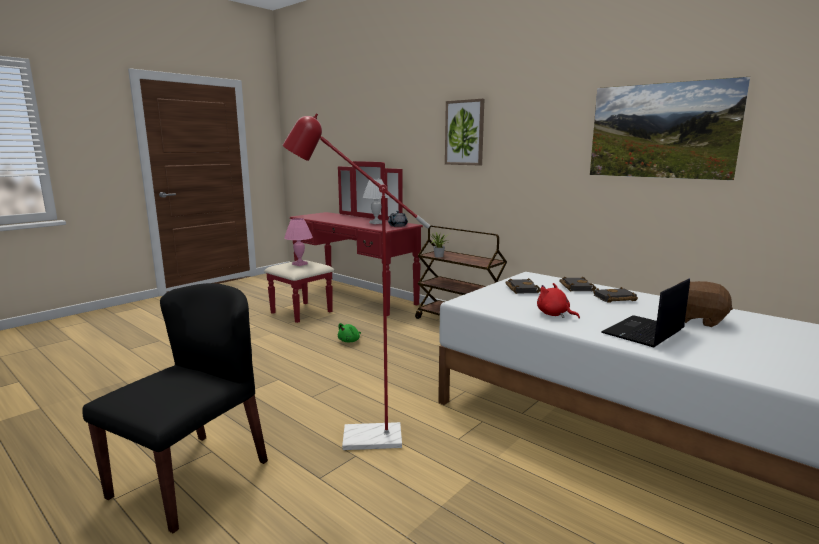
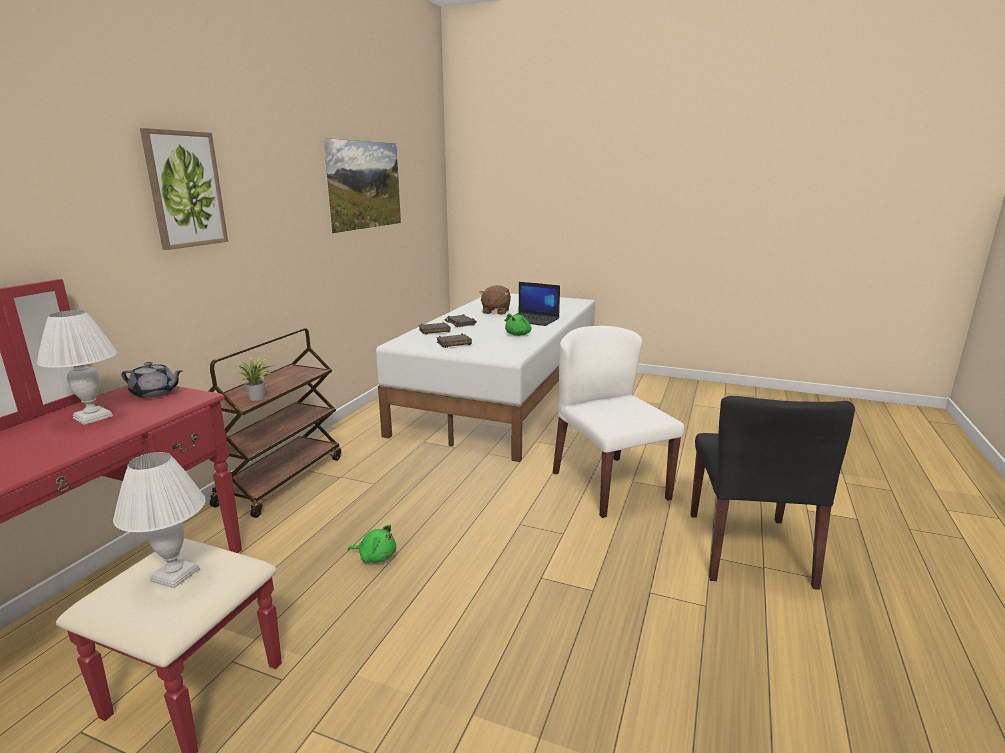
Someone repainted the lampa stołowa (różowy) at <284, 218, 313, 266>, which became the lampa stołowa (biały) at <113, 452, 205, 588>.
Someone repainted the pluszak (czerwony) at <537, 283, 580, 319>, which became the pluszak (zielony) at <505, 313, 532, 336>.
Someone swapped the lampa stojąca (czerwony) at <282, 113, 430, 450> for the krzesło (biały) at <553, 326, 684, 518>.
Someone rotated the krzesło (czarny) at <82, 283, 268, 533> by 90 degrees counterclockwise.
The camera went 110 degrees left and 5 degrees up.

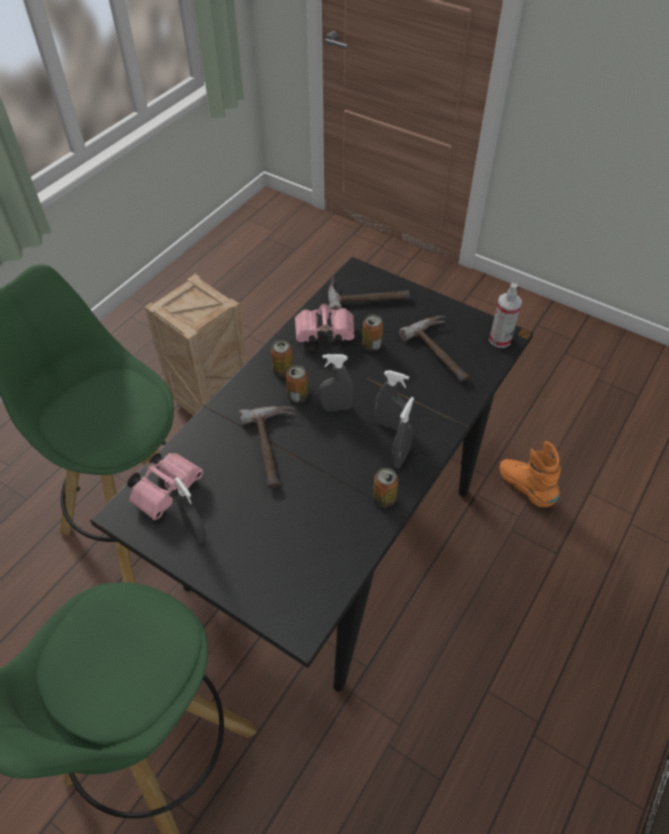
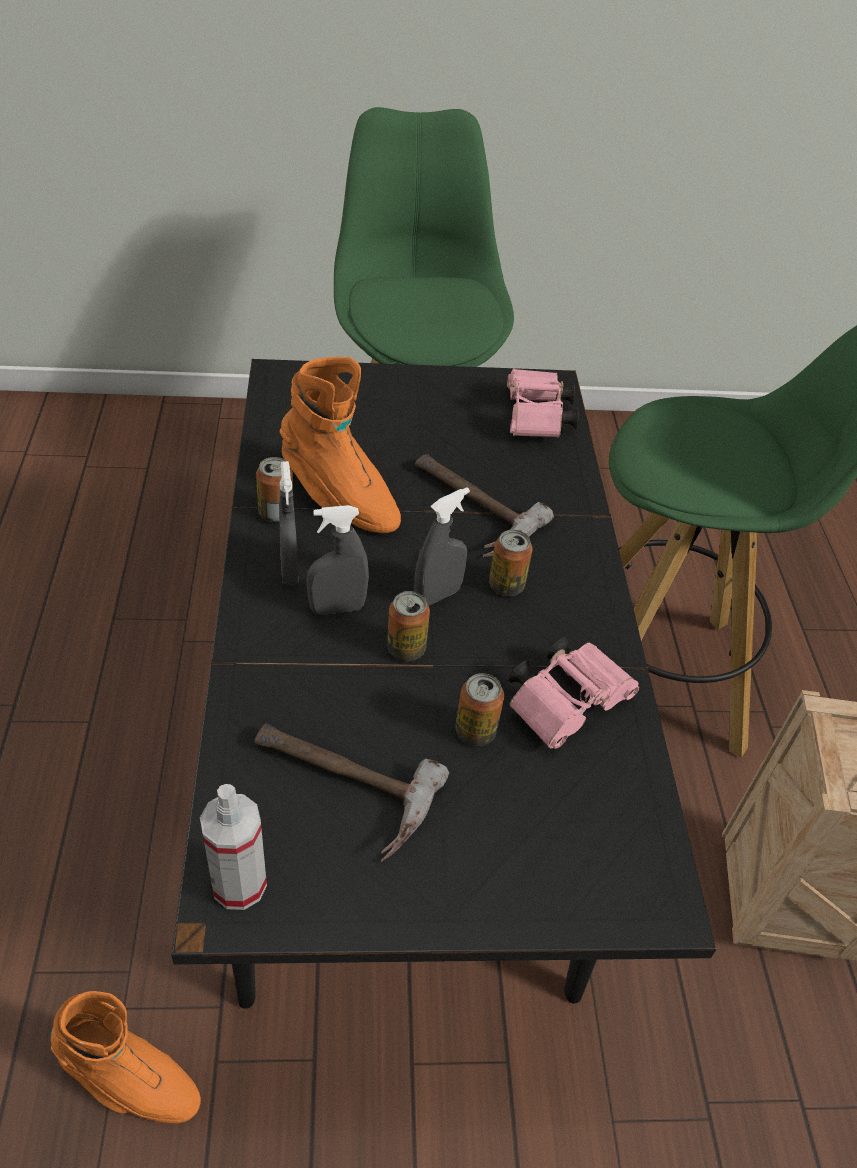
Someone put down the but z cholewką (pomarańczowy) at <280, 357, 401, 533>.
Someone carried the puszka from <271, 340, 293, 377> to <387, 591, 430, 661>.
Someone took away the spryskiwacz (szary) at <174, 477, 207, 543>.
Someone took away the młotek at <328, 276, 410, 314>.
The camera went 140 degrees right and 5 degrees down.

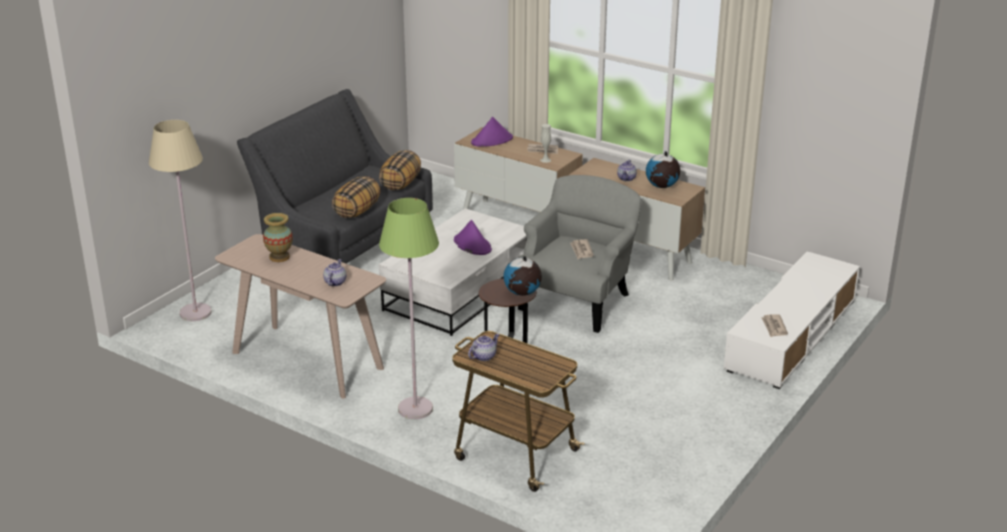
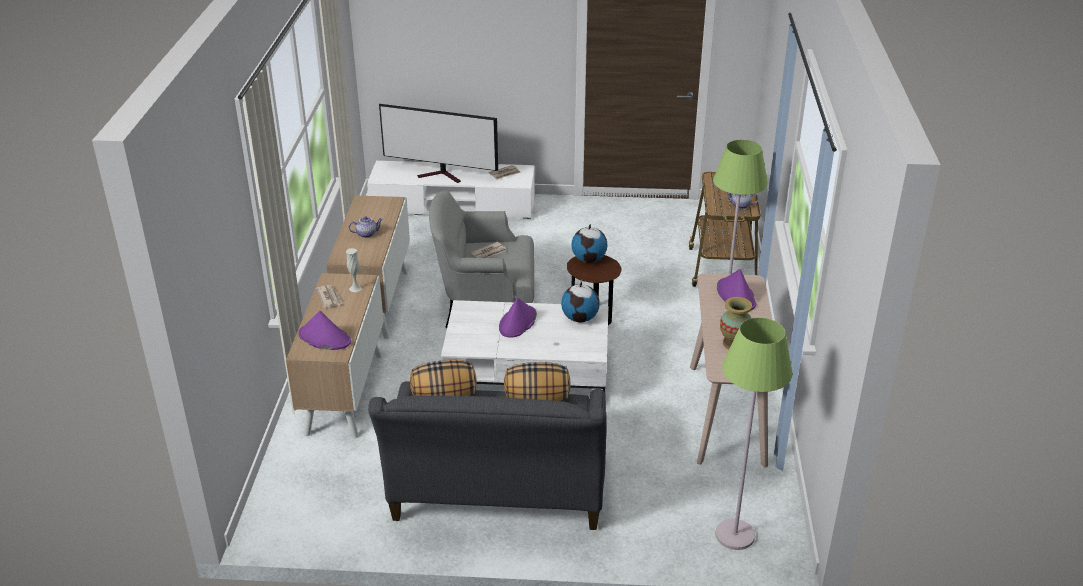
Someone put down the telewizor at <379, 104, 498, 183>.
Someone carried the globus from <646, 151, 680, 188> to <561, 282, 600, 322>.
Someone repainted the lampa stojąca (beżowy) at <149, 120, 212, 321>, which became the lampa stojąca (zielony) at <715, 318, 793, 550>.
Someone swapped the imbryk at <323, 259, 346, 286> for the kapelusz (fioletowy) at <717, 269, 756, 310>.
The camera went 120 degrees left and 5 degrees up.

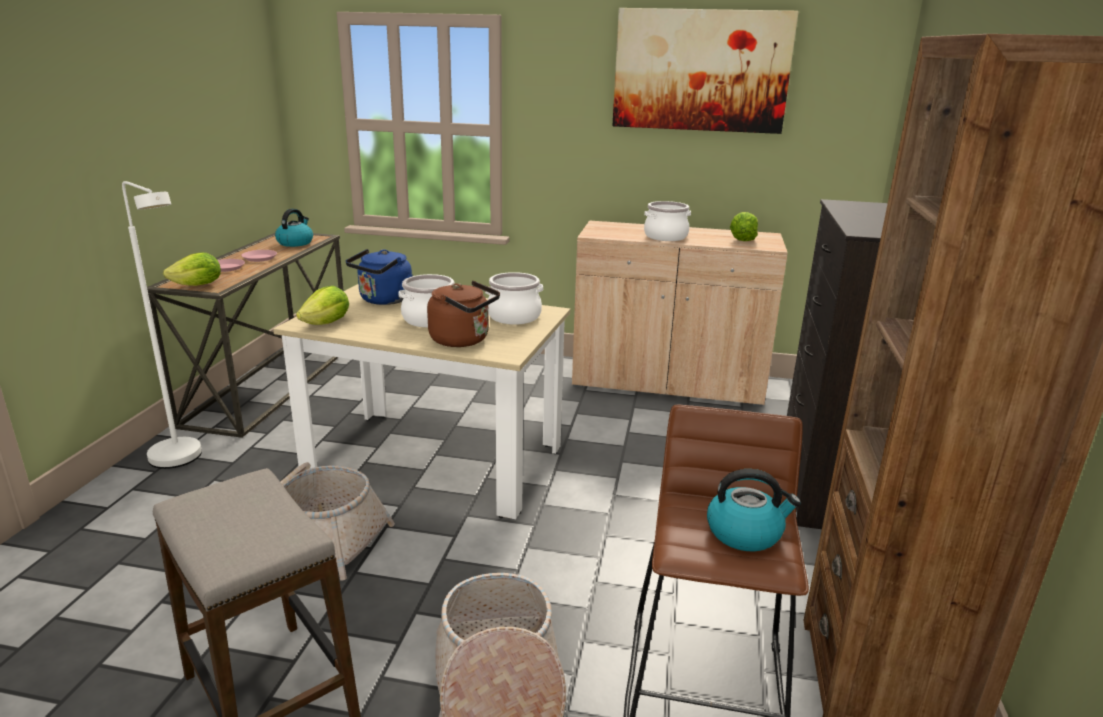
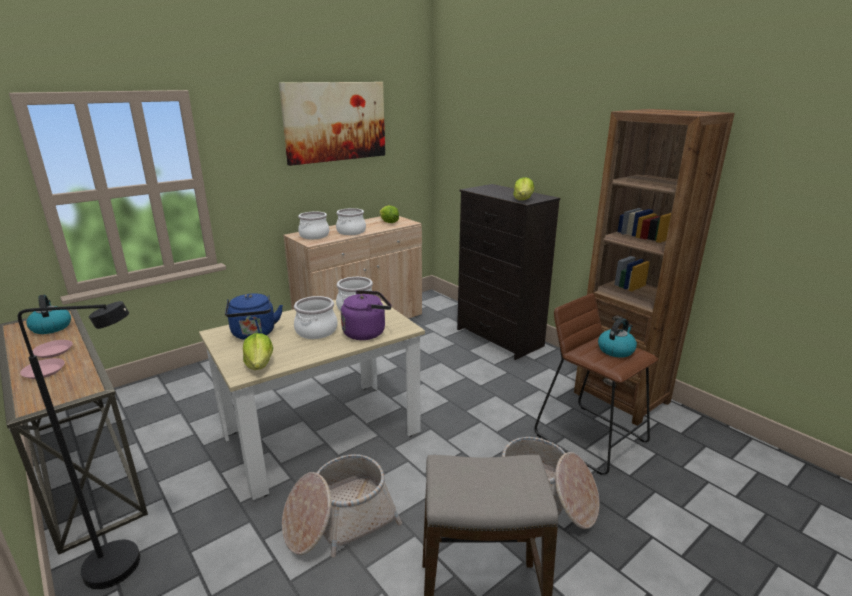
Someone repainted the lampa stojąca (biały) at <122, 181, 202, 469>, which became the lampa stojąca (czarny) at <18, 301, 140, 589>.
Someone put down the garnek at <298, 212, 329, 239>.
Someone repainted the czajnik (brązowy) at <427, 281, 500, 347>, which became the czajnik (fioletowy) at <341, 290, 392, 340>.
Someone carried the sałata from <163, 252, 221, 286> to <513, 177, 535, 200>.
The camera went 50 degrees left and 0 degrees up.

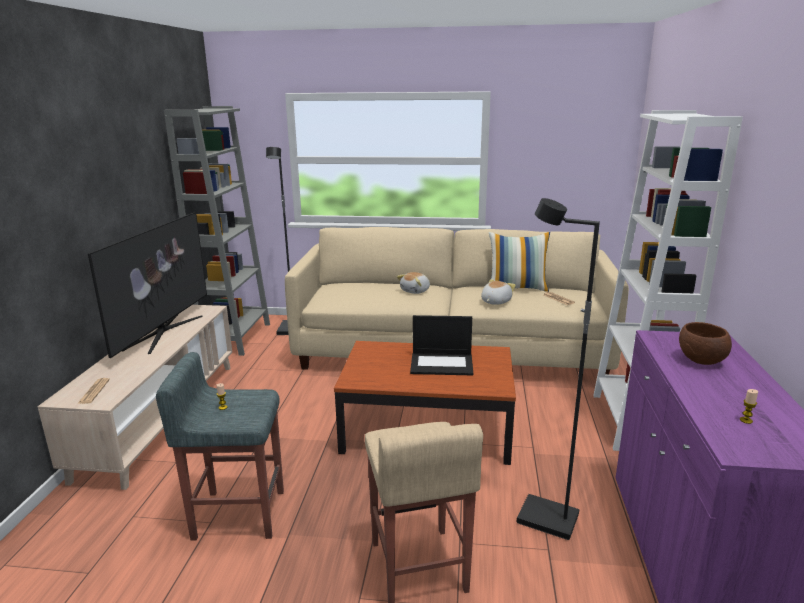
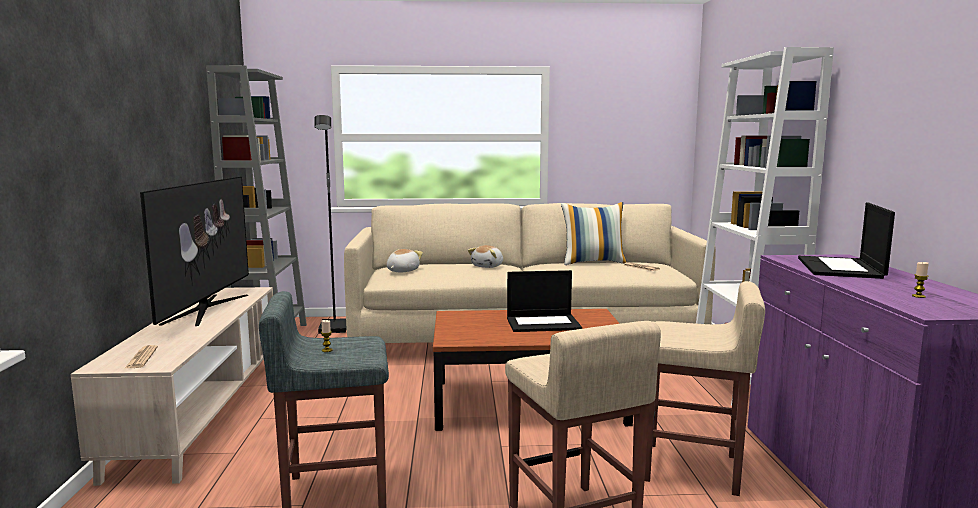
Someone carried the pluszak from <481, 279, 516, 305> to <387, 249, 423, 272>.
Someone swapped the lampa stojąca (czarny) at <517, 198, 600, 540> for the stołek (beżowy) at <645, 281, 765, 496>.
Someone swapped the miska (brązowy) at <679, 322, 732, 365> for the laptop at <798, 203, 895, 279>.
The camera went 10 degrees left and 10 degrees down.

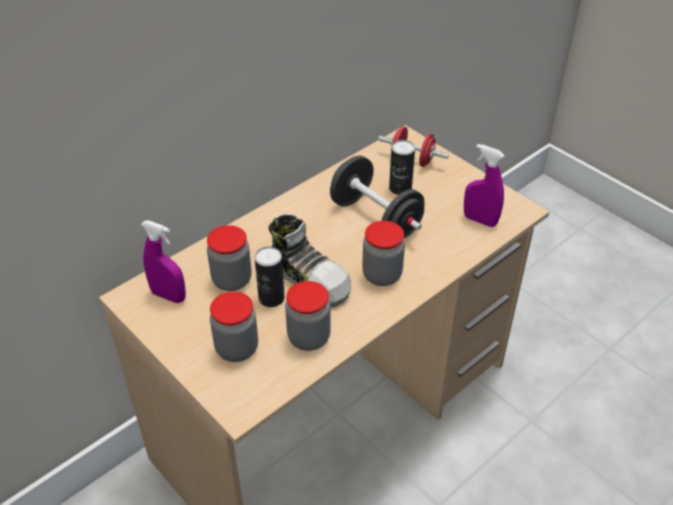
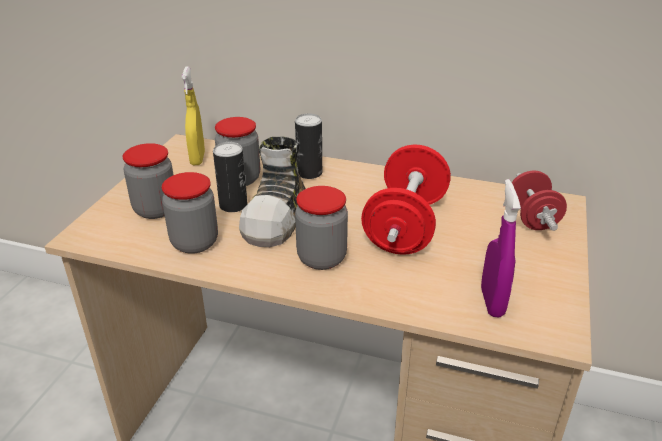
Someone repainted the spryskiwacz (fioletowy) at <141, 220, 186, 303>, which became the spryskiwacz (żółty) at <182, 67, 205, 165>.
Someone carried the puszka from <389, 140, 415, 195> to <295, 113, 322, 179>.
Someone repainted the hantel (czarny) at <330, 156, 425, 238>, which became the hantel (czerwony) at <361, 144, 451, 255>.
The camera went 60 degrees right and 10 degrees down.

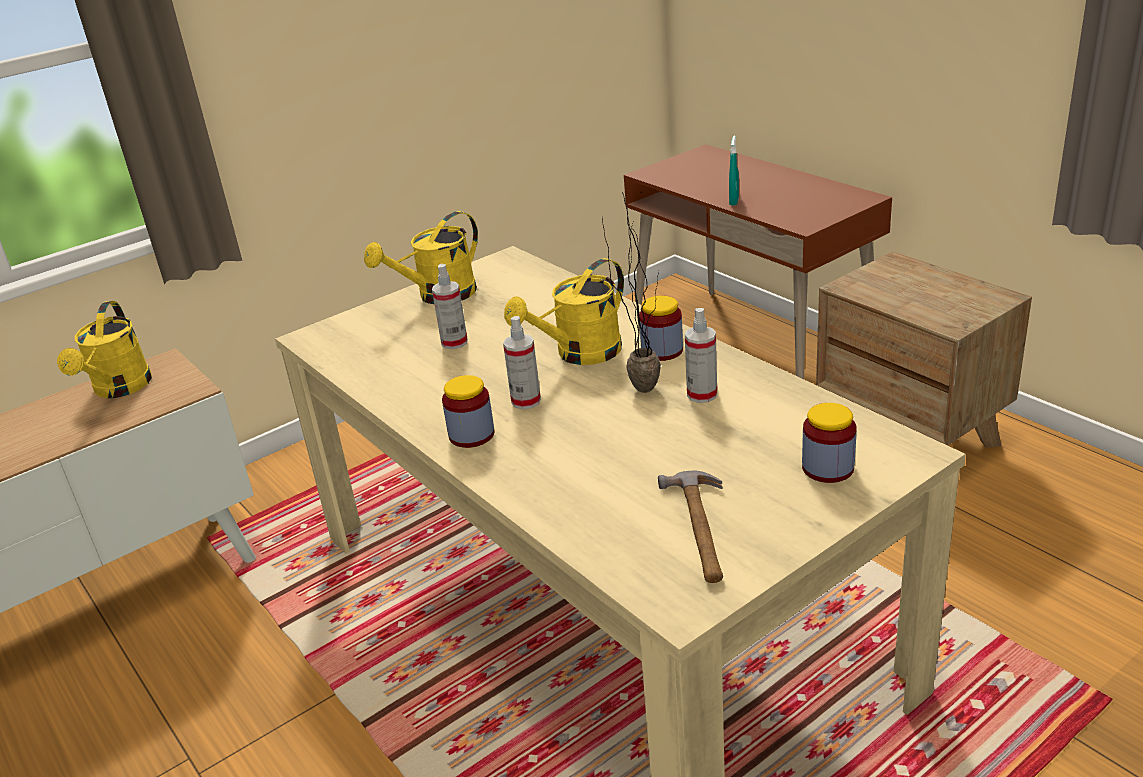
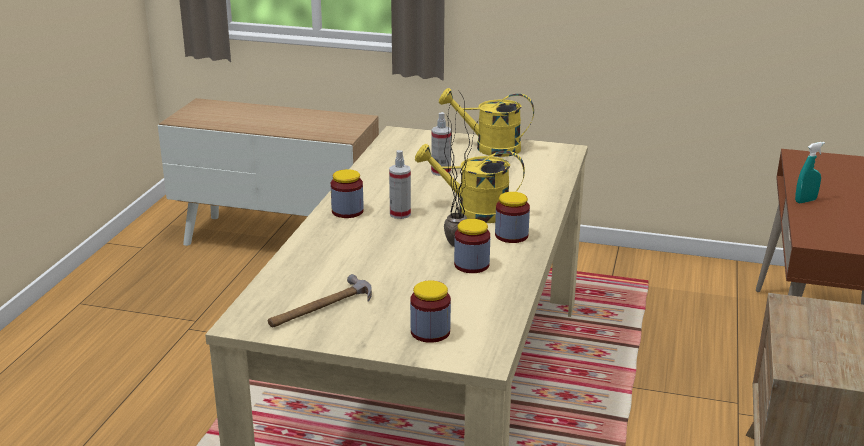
Someone swapped the spryskiwacz at <685, 308, 717, 403> for the słoik at <454, 219, 490, 273>.
Someone took away the konewka (żółty) at <57, 301, 152, 398>.
The camera went 50 degrees right and 5 degrees down.

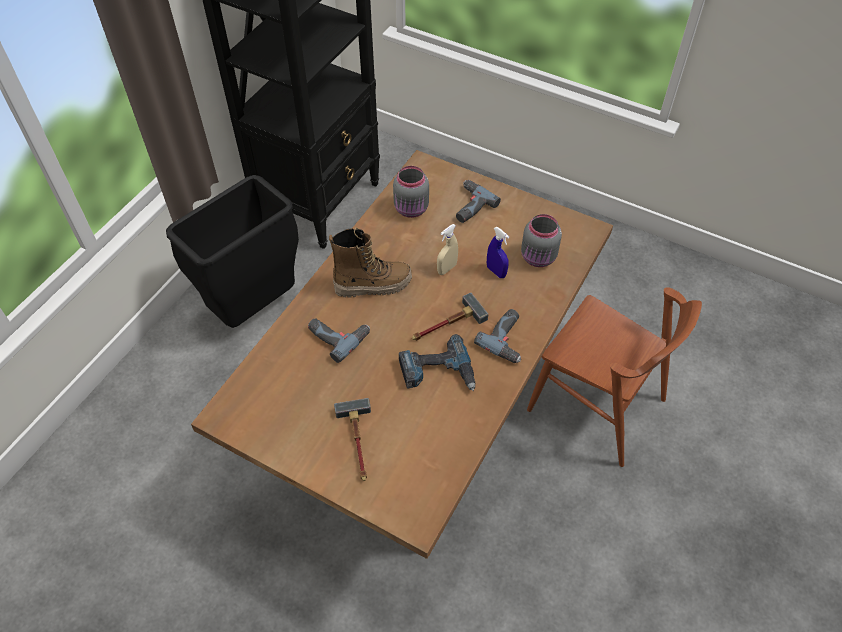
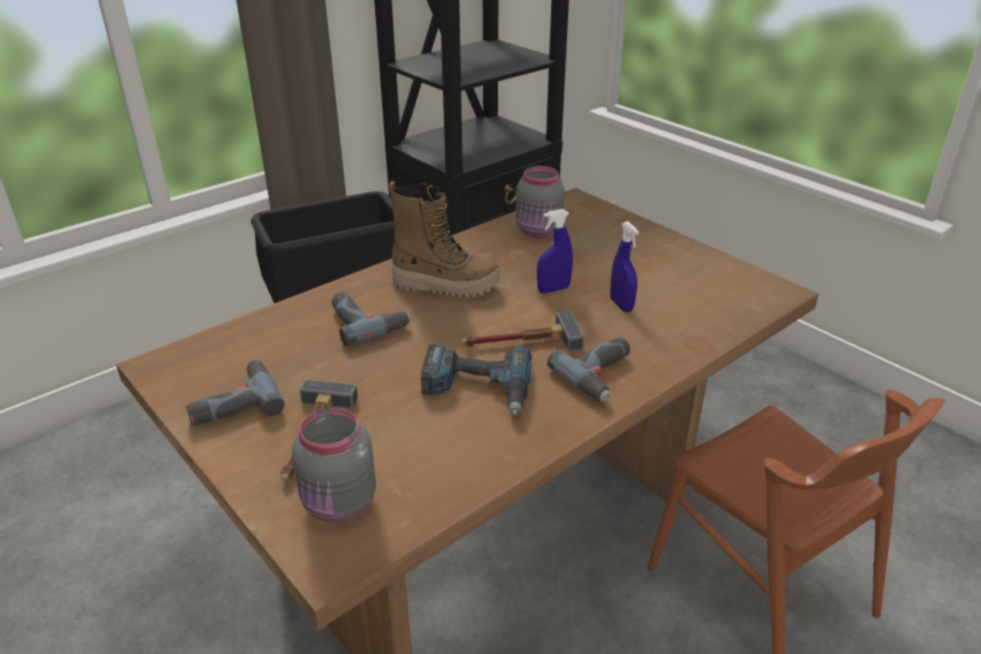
Someone carried the wiertarka from <456, 180, 501, 223> to <186, 360, 285, 425>.
Someone carried the słoik (szary) from <521, 214, 562, 267> to <292, 408, 376, 523>.
Someone repainted the spryskiwacz (beżowy) at <437, 224, 458, 275>, which became the spryskiwacz (niebieski) at <537, 209, 573, 293>.
The camera went 20 degrees right and 20 degrees down.

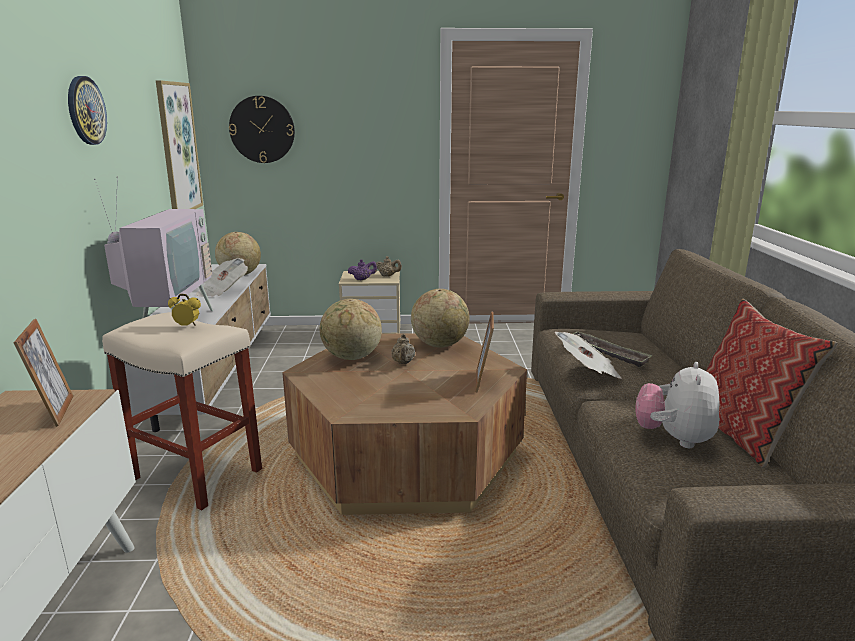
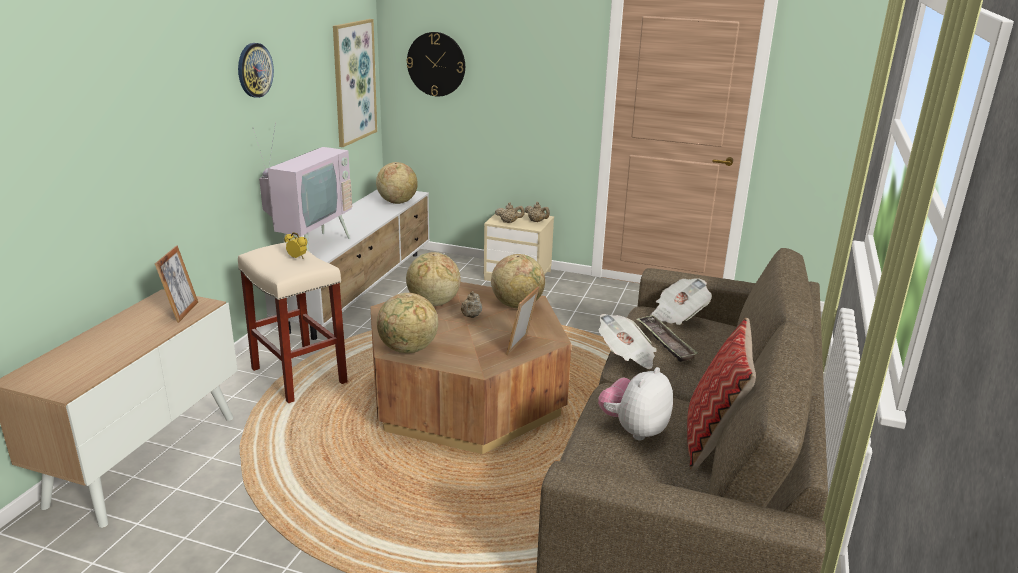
Someone put down the globus at <377, 293, 438, 353>.
Someone repainted the imbryk (fioletowy) at <348, 260, 377, 280>, which became the imbryk (beżowy) at <495, 202, 525, 223>.
Someone carried the gazeta from <196, 258, 248, 297> to <650, 278, 712, 325>.
The camera went 20 degrees right and 5 degrees up.

